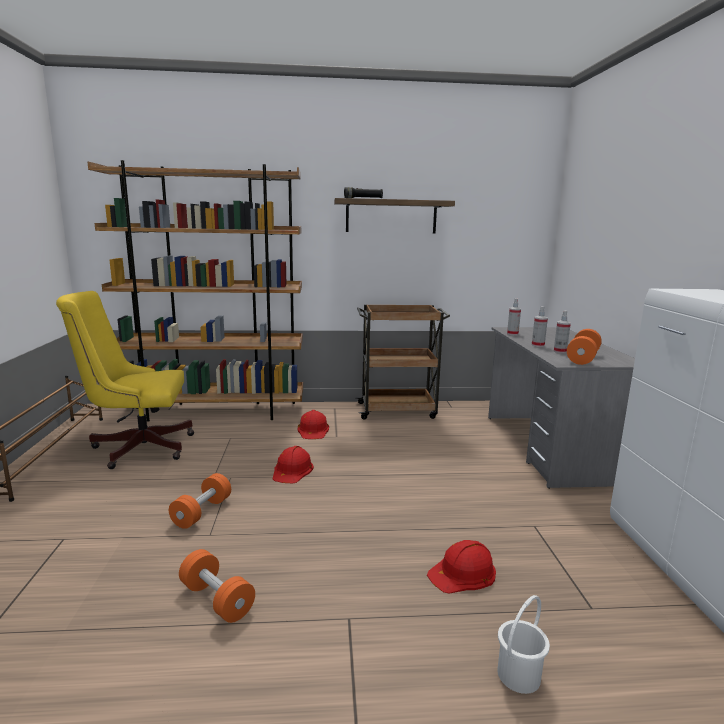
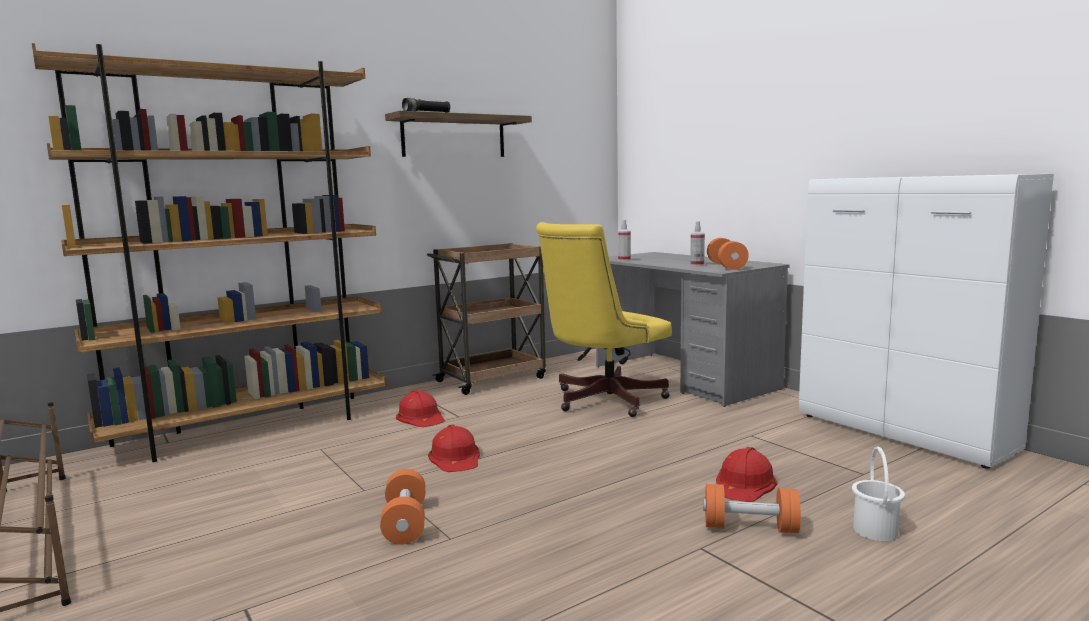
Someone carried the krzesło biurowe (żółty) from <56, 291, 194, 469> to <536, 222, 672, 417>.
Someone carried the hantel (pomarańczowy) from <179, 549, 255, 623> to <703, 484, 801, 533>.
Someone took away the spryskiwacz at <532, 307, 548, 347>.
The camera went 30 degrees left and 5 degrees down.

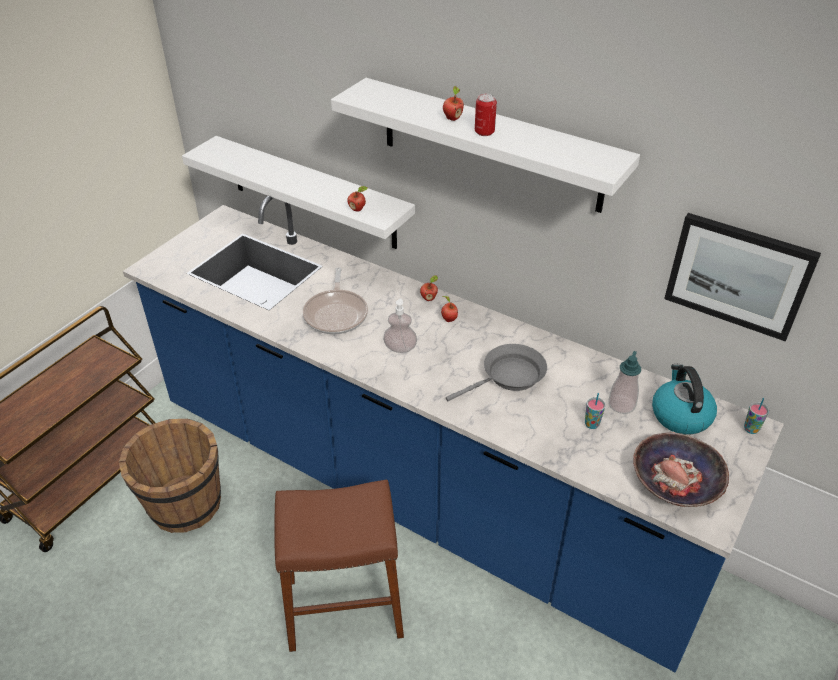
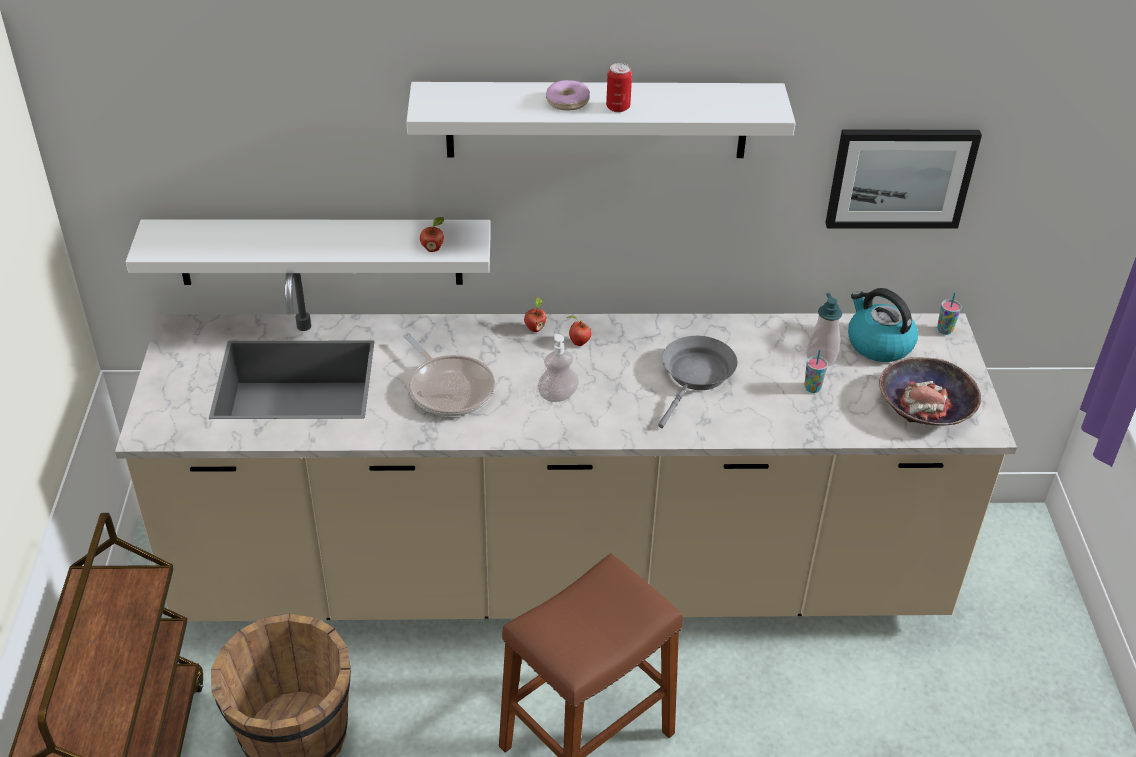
Someone repainted the zabudowa kuchenna (niebieski) at <123, 196, 784, 672>, which became the zabudowa kuchenna (beżowy) at <115, 273, 1017, 621>.
Someone swapped the jabłko at <443, 86, 464, 121> for the donut at <546, 80, 590, 111>.
The camera went 35 degrees left and 0 degrees up.

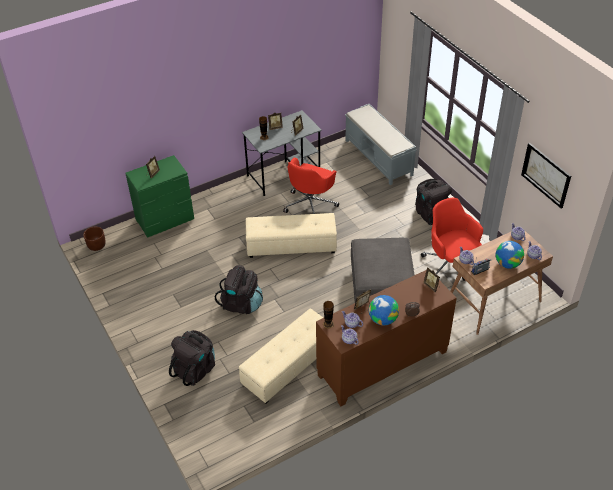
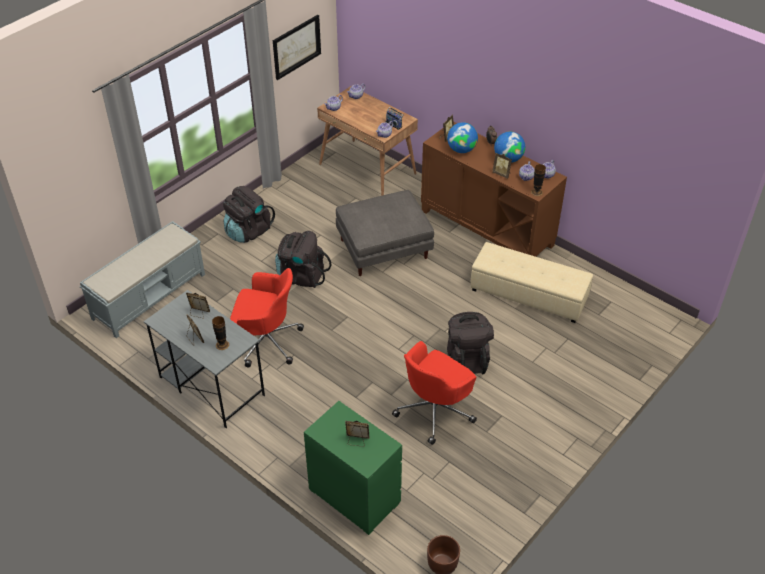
Someone carried the plecak (czarny) from <169, 330, 215, 386> to <275, 231, 331, 288>.
Someone carried the krzesło biurowe (czerwony) from <421, 198, 483, 281> to <392, 341, 477, 445>.
Someone carried the globus from <496, 241, 524, 269> to <447, 122, 478, 153>.
Someone took away the pufa (beżowy) at <246, 213, 337, 258>.
The camera went 110 degrees left and 0 degrees up.

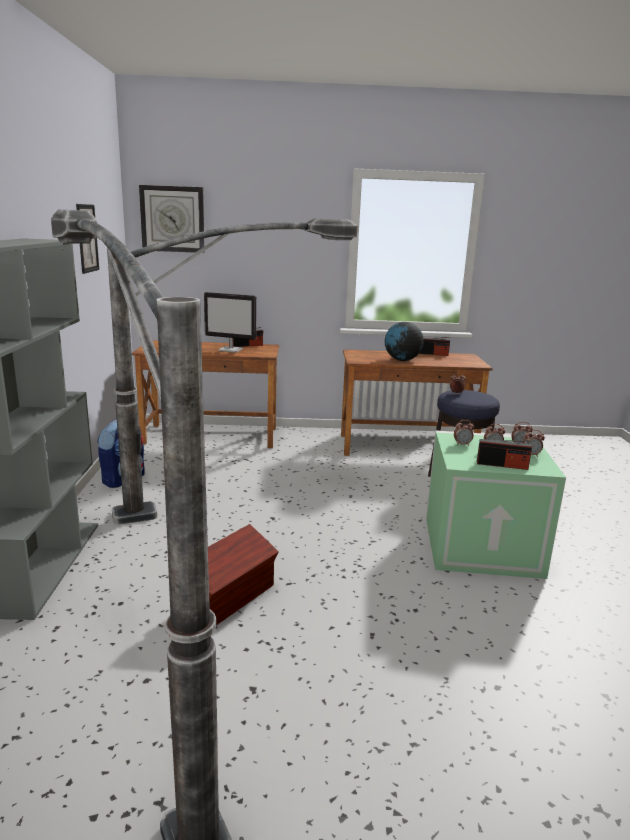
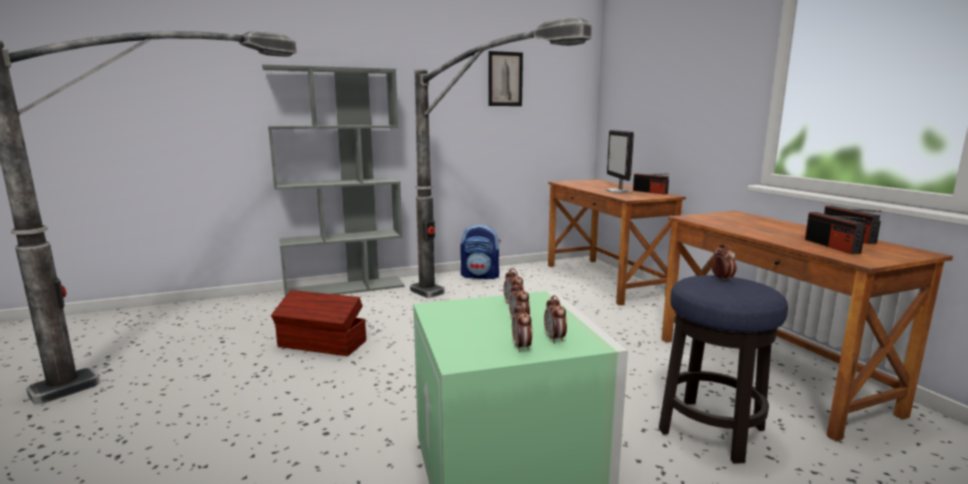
Someone carried the radio from <477, 439, 532, 470> to <805, 212, 866, 254>.
Someone took away the zegar ścienny at <139, 185, 205, 253>.
Someone took away the globus at <385, 322, 424, 361>.
The camera went 70 degrees right and 5 degrees down.

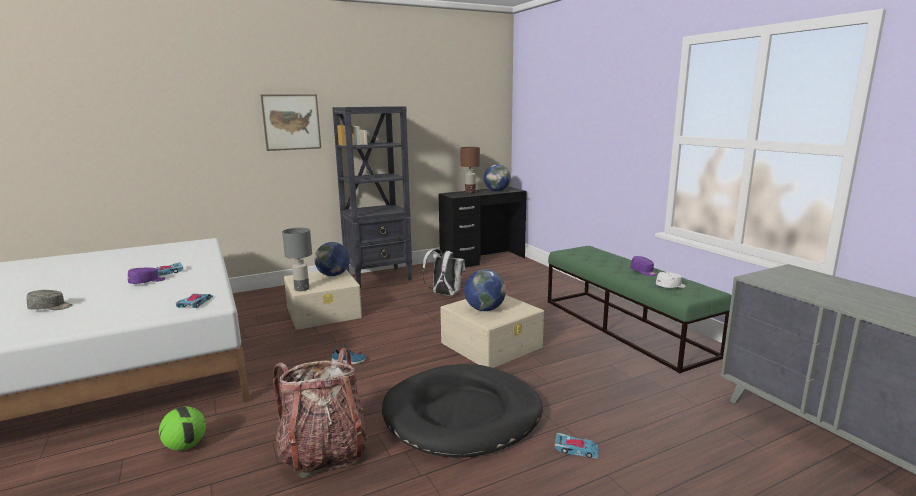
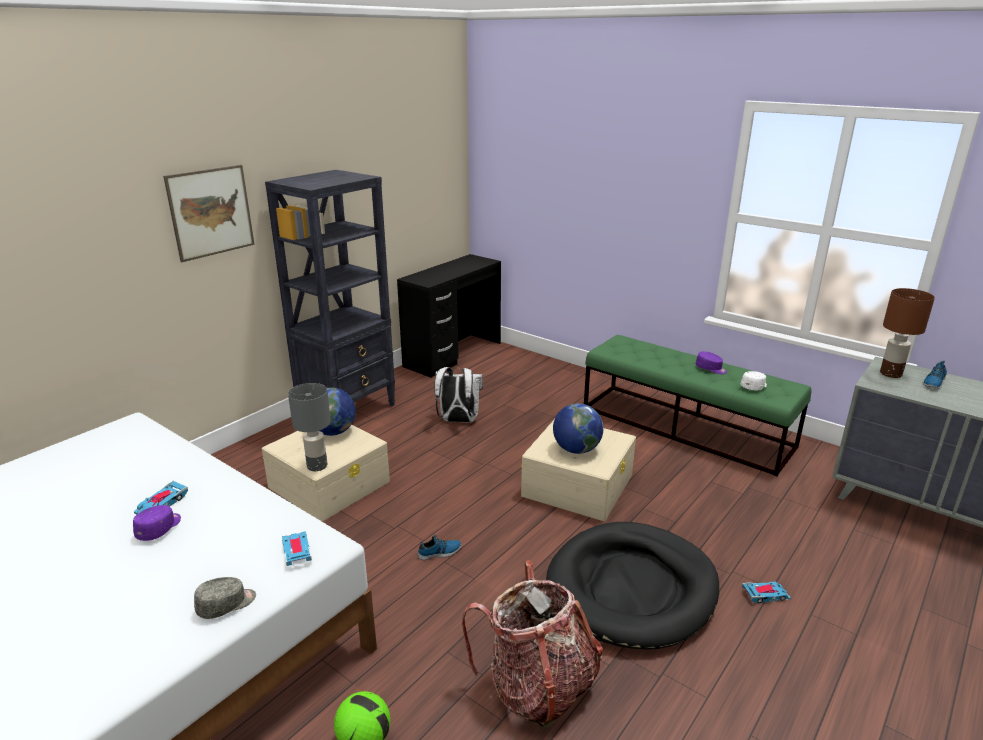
Someone carried the czapka z daszkiem (szary) from <27, 290, 72, 310> to <194, 577, 256, 619>.
Someone carried the lampa stołowa (brązowy) from <460, 147, 480, 193> to <880, 288, 935, 378>.
Someone put down the but at <923, 361, 947, 389>.
Someone took away the globus at <484, 164, 511, 191>.
The camera went 25 degrees left and 10 degrees up.

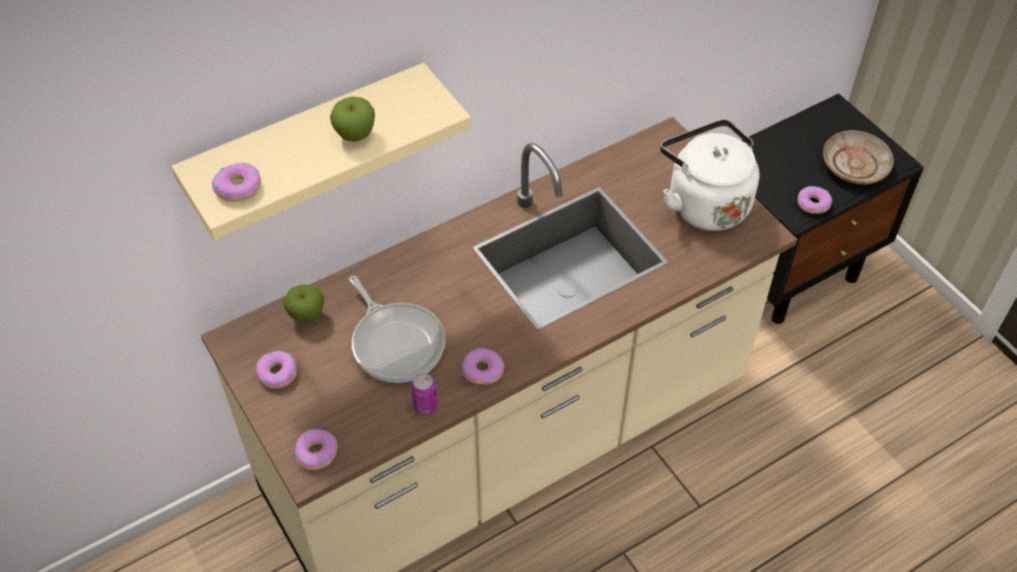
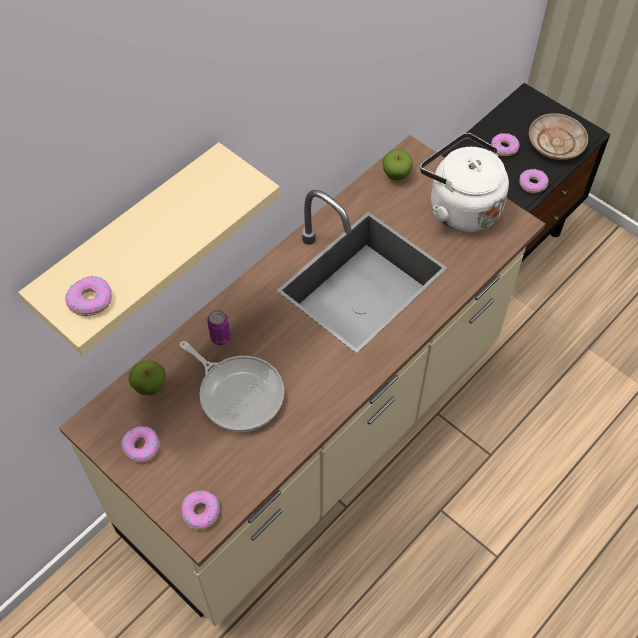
Someone carried the puszka from <411, 373, 437, 415> to <207, 310, 230, 345>.
Someone carried the jabłko from <330, 97, 375, 142> to <382, 149, 413, 181>.
Someone carried the donut from <462, 348, 504, 384> to <491, 133, 520, 156>.
The camera went 15 degrees left and 5 degrees up.

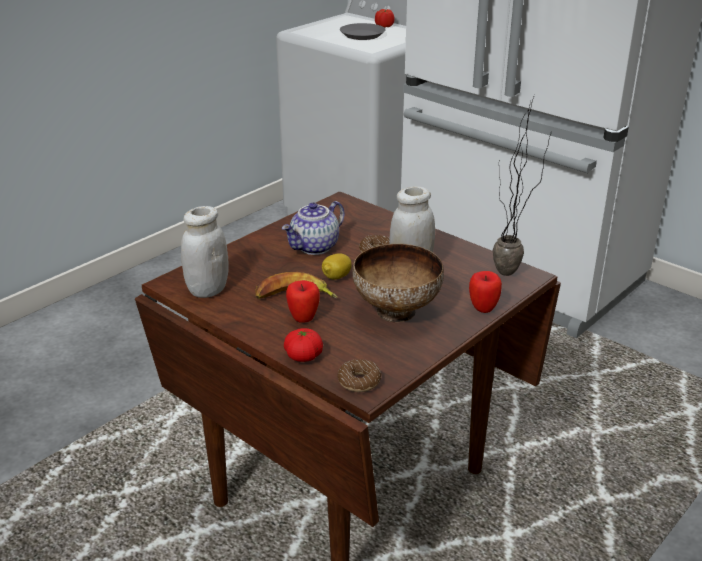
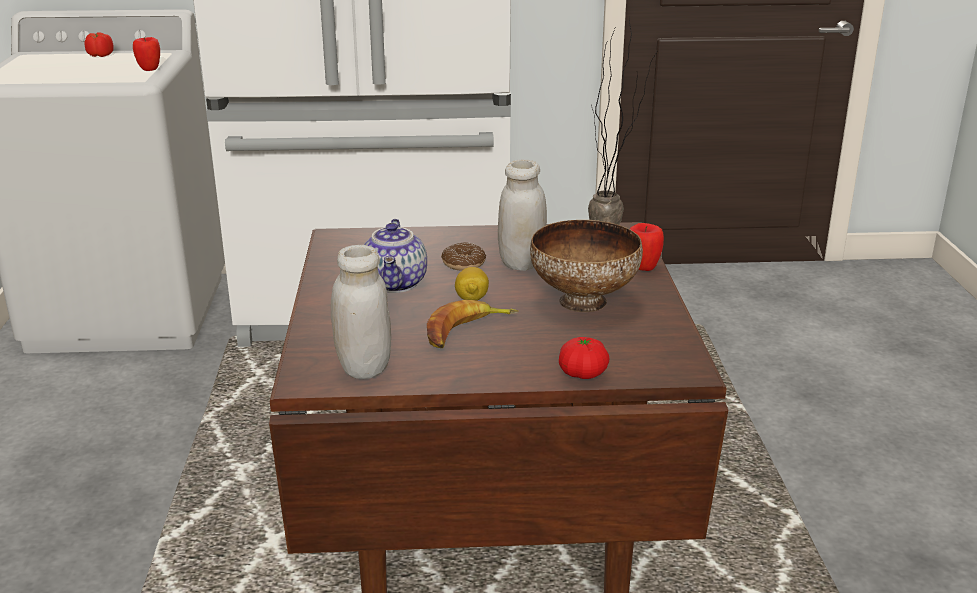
Someone carried the jabłko from <286, 280, 320, 323> to <133, 37, 160, 71>.
Someone took away the donut at <337, 359, 381, 392>.
Someone took away the talerz (szary) at <340, 23, 386, 40>.
The camera went 45 degrees left and 5 degrees down.

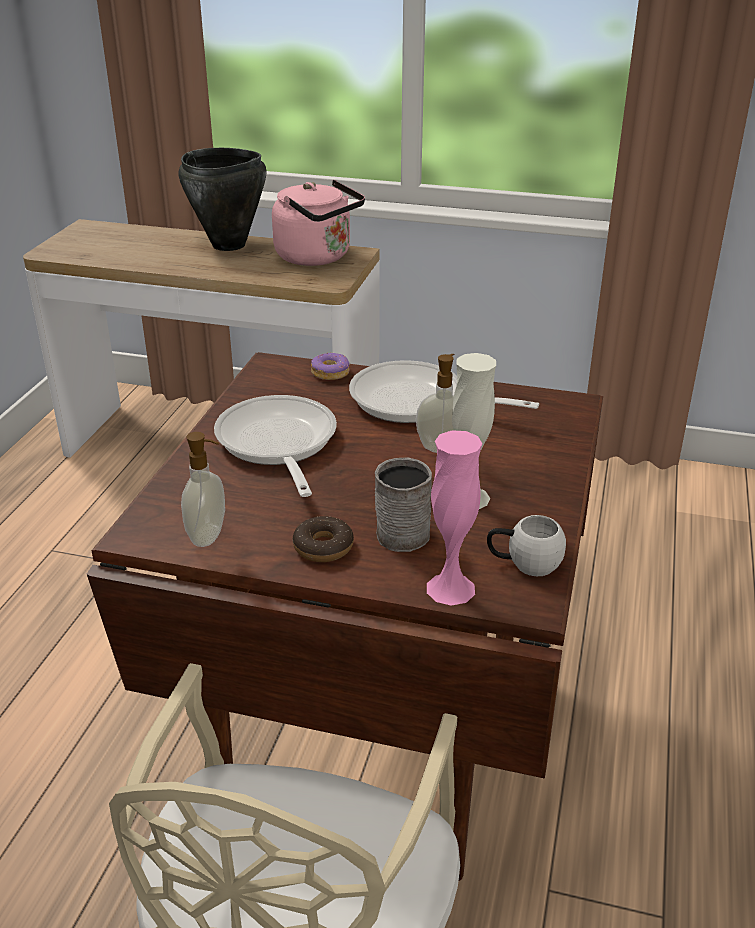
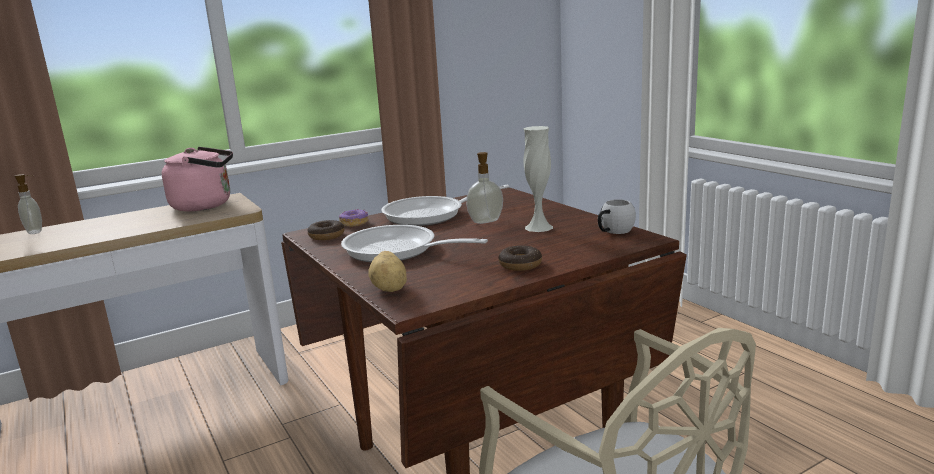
Someone carried the dozownik mydła from <181, 432, 225, 547> to <15, 174, 42, 234>.
Someone put down the donut at <308, 220, 345, 240>.
Someone put down the ziemniak at <368, 251, 407, 292>.
Someone took away the garnek (czarny) at <179, 148, 267, 251>.
Someone took away the kubek (szary) at <375, 457, 432, 552>.
Someone took away the wazon (różowy) at <427, 430, 482, 606>.
The camera went 45 degrees left and 15 degrees down.

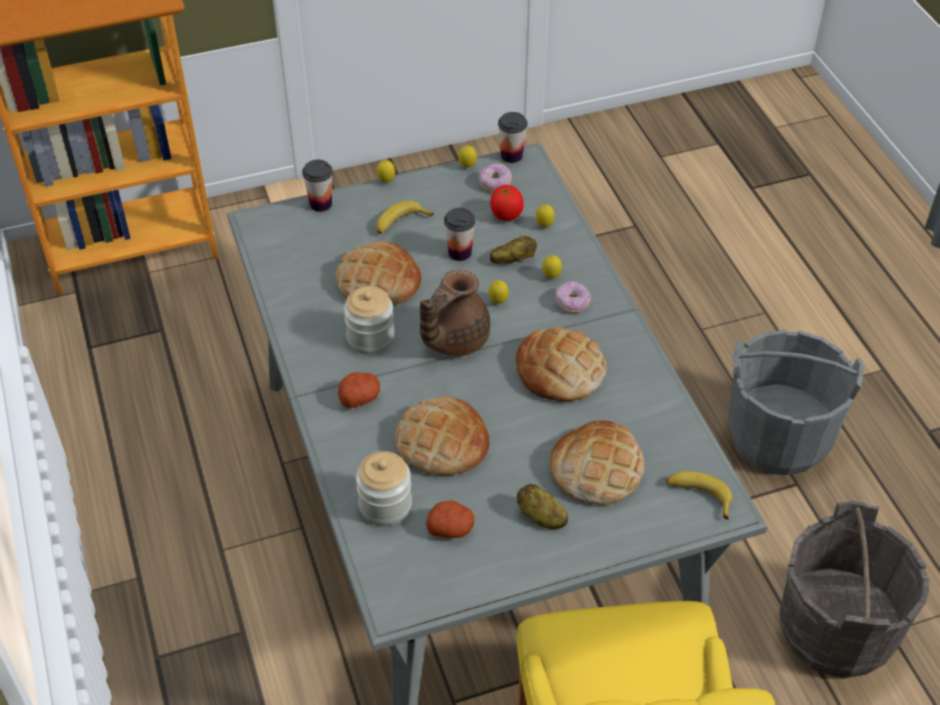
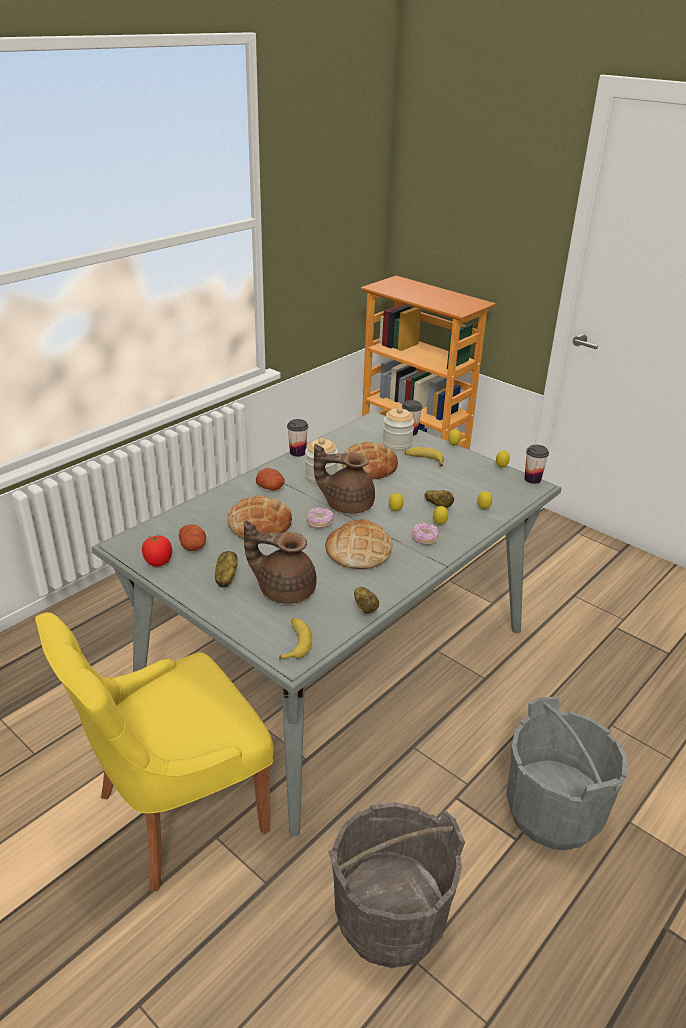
Someone carried the pomidor from <490, 185, 524, 221> to <142, 535, 172, 566>.
Someone swapped the chleb at <550, 420, 644, 505> for the imbryk (brązowy) at <244, 520, 317, 604>.
Someone carried the filiżanka from <444, 208, 476, 261> to <287, 419, 308, 457>.
Someone carried the donut from <479, 163, 512, 192> to <306, 507, 334, 528>.
Someone put down the ziemniak at <354, 587, 379, 614>.
Someone carried the słoik from <356, 451, 412, 526> to <383, 407, 414, 451>.
The camera went 60 degrees right and 15 degrees down.

